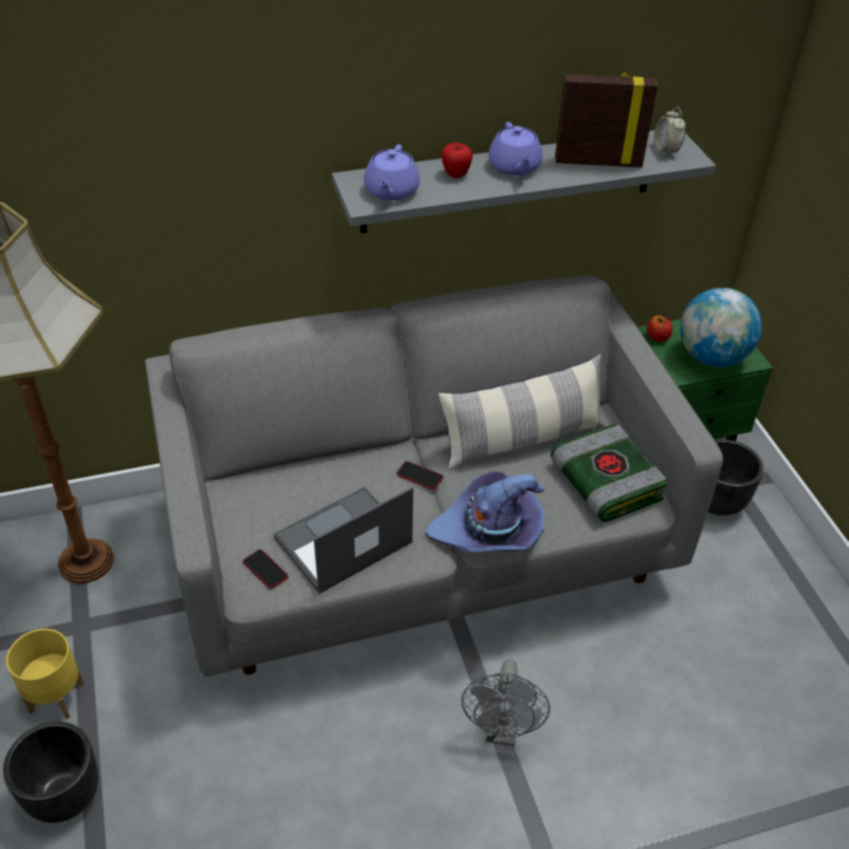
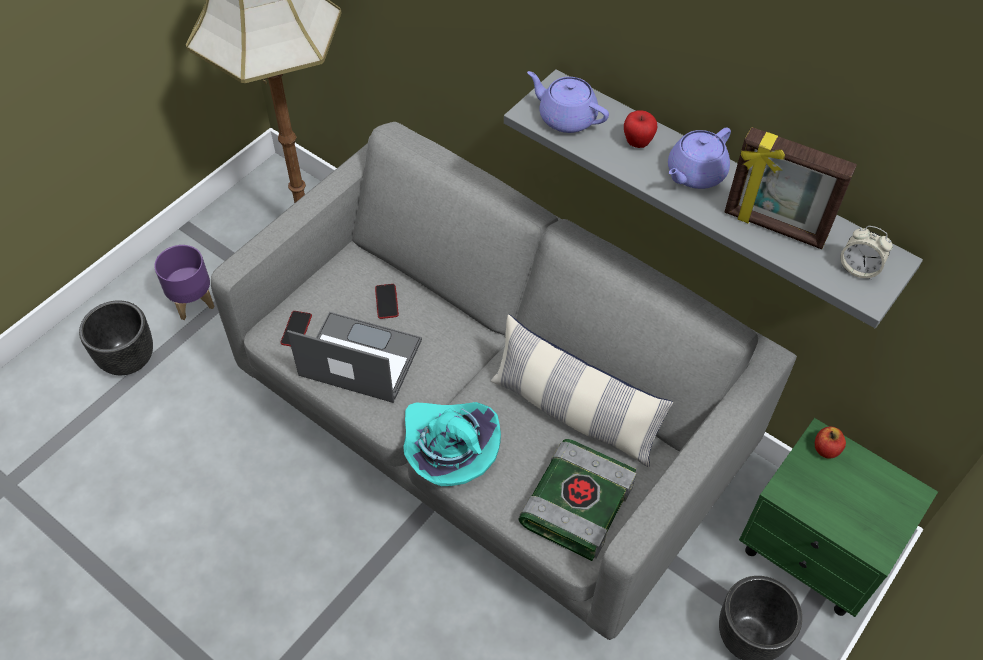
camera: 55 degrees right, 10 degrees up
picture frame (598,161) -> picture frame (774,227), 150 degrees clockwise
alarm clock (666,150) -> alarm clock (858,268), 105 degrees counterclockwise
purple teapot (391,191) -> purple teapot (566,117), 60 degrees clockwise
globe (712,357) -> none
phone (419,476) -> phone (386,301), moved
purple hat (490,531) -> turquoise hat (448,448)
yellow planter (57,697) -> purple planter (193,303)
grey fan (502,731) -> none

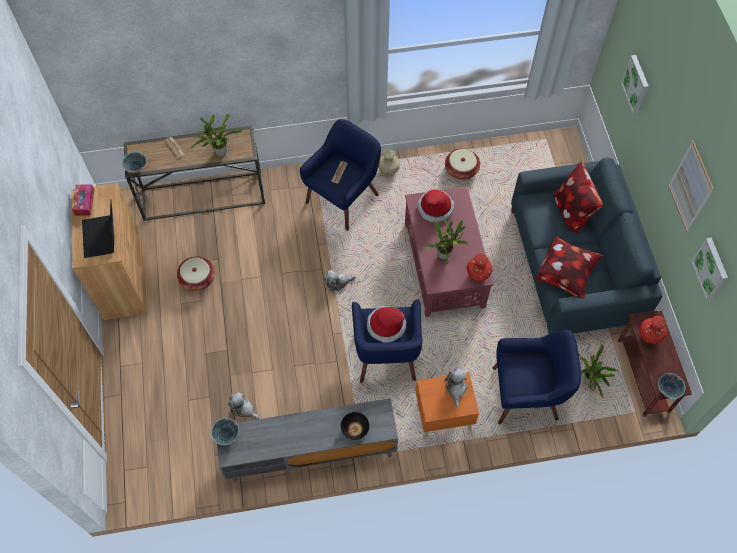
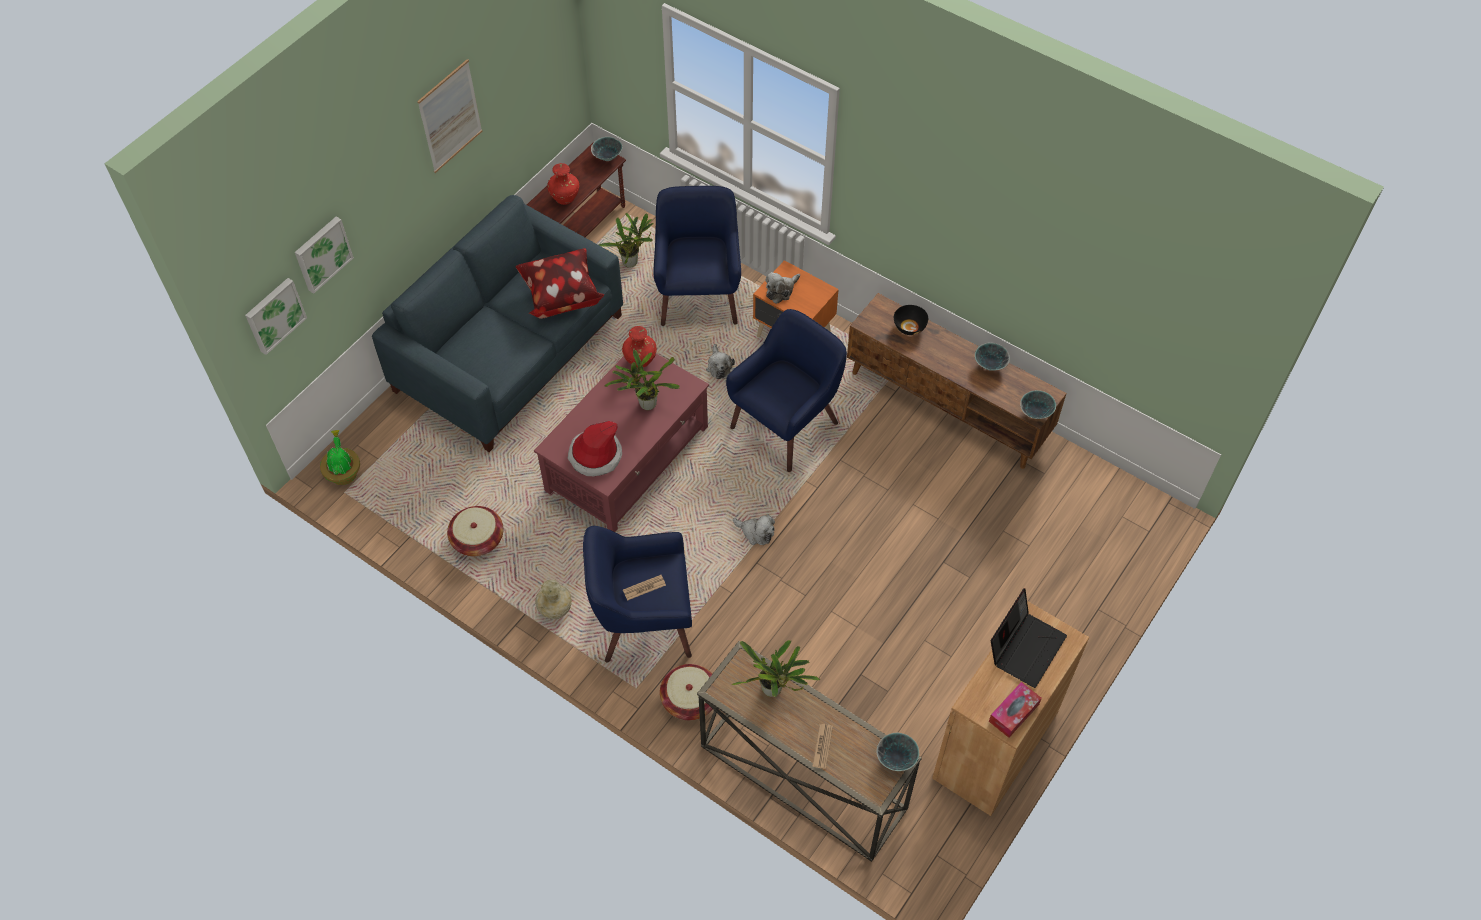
camera: 135 degrees left, 5 degrees down
pillow (572,211) -> none
picture (711,268) -> picture (274,315), moved
basket (197,279) -> basket (690,699), moved
hat (386,325) -> none
blue armchair (526,394) -> blue armchair (698,295), 45 degrees clockwise
plush toy (243,409) -> plush toy (719,366), moved
grey tv stand (309,452) -> brown tv stand (948,405)
none -> bowl (989,365)
none -> potted plant (343,473)

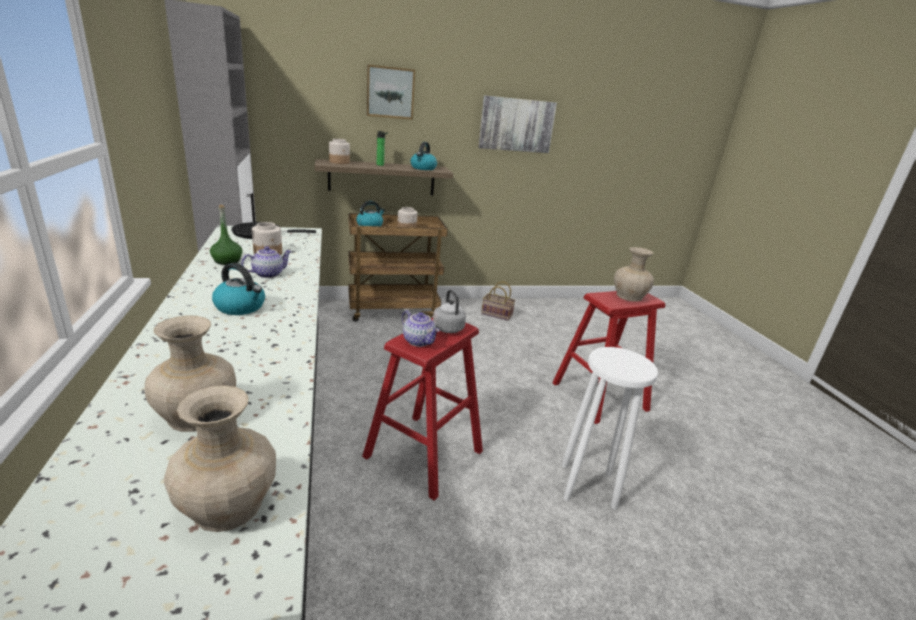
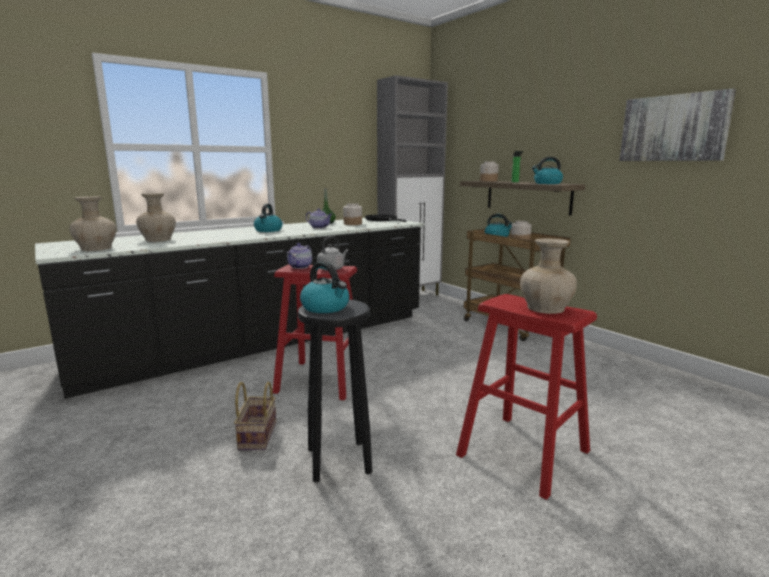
camera: 70 degrees right, 10 degrees down
picture (390,92) -> none
basket (496,314) -> basket (257,435), moved
white stool (589,486) -> black stool (339,461)
none -> kettle (326,307)

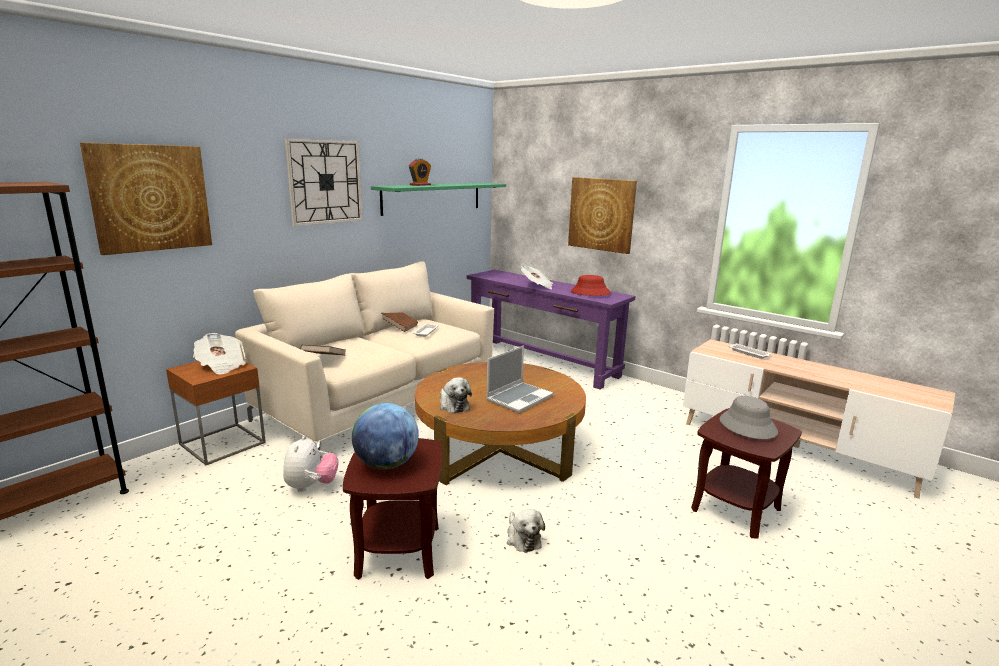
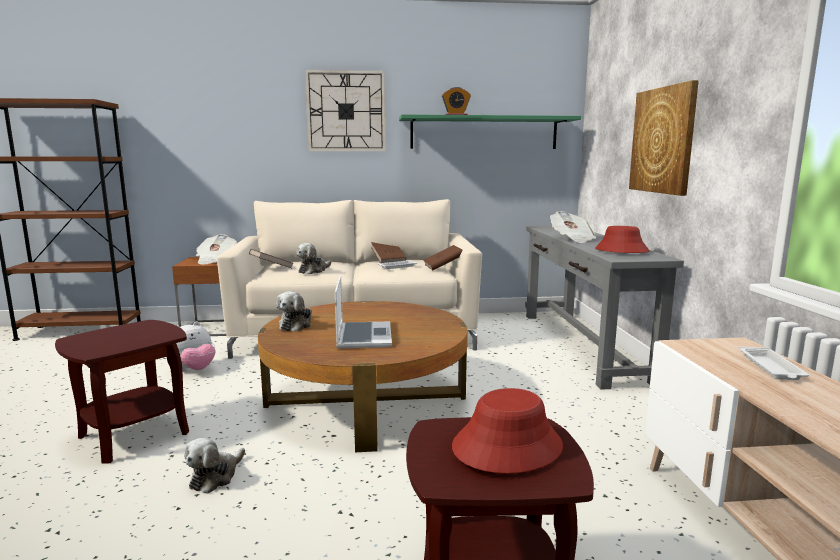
camera: 45 degrees right, 5 degrees down
picture (150,198) -> none
purple console table (541,362) -> grey console table (582,345)
laptop (519,398) -> laptop (363,336), 90 degrees counterclockwise
grey hat (747,426) -> red hat (507,446)
globe (386,464) -> none
none -> plush toy (313,270)
none -> brown book (443,267)

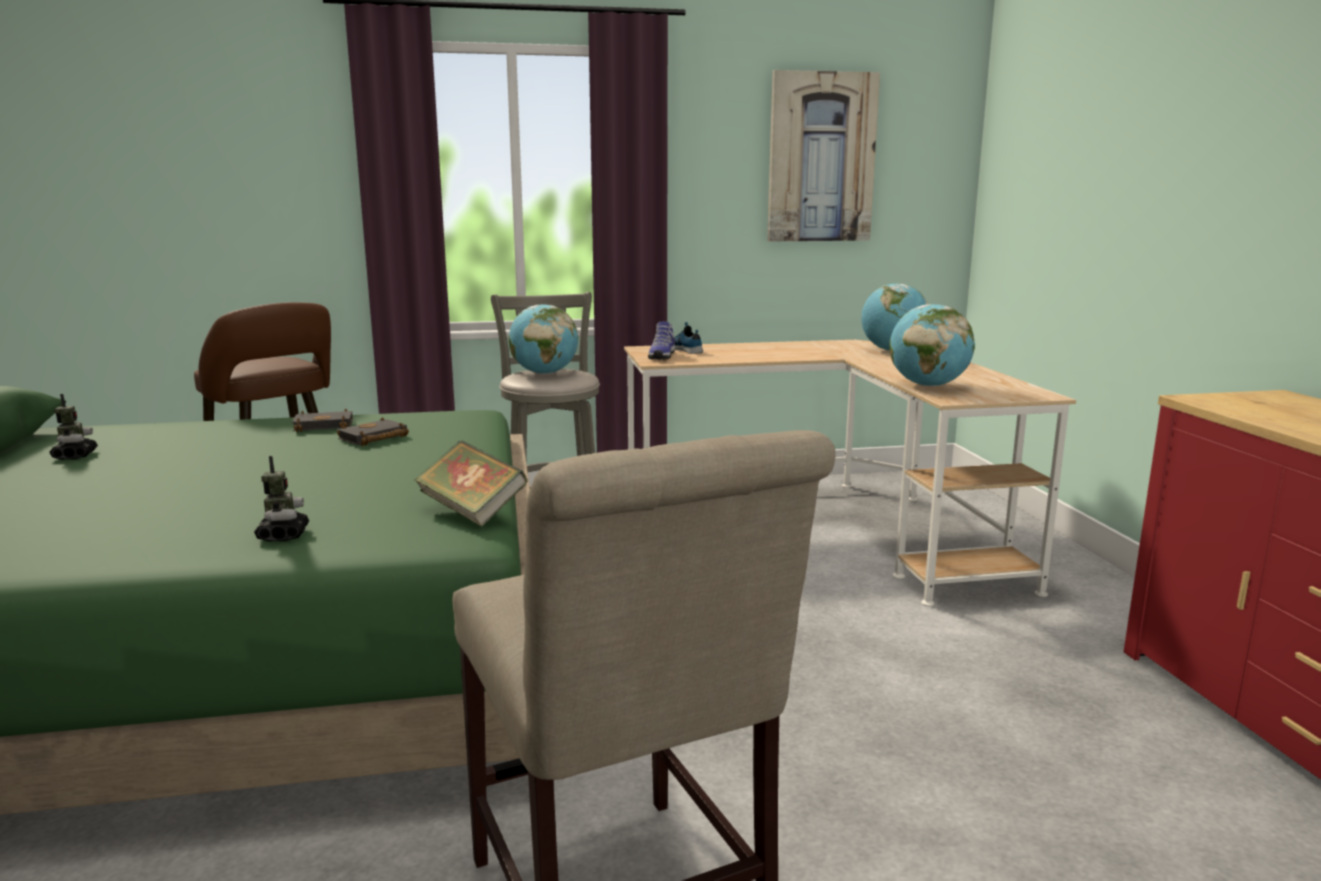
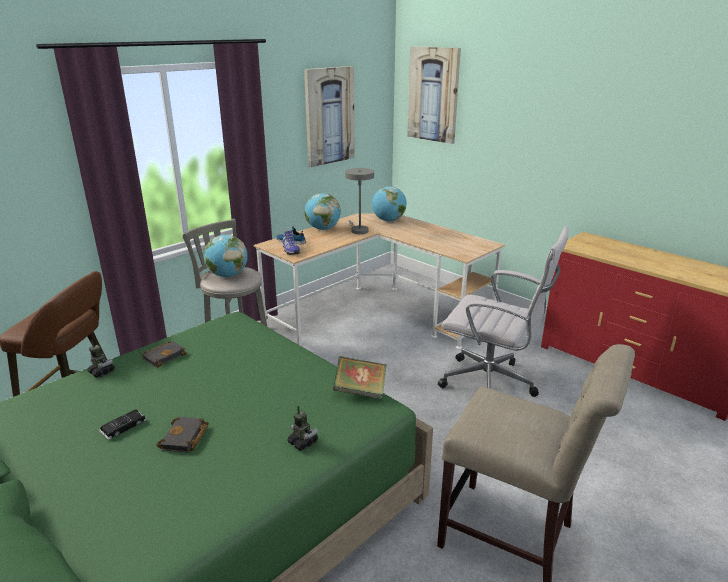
camera: 35 degrees left, 10 degrees up
globe (928,385) -> globe (323,229), moved
toy robot (75,455) -> toy robot (102,372), moved
black book (373,438) -> black book (185,438), moved
none -> picture (433,94)
none -> grey table lamp (358,230)
none -> white office chair (492,384)
none -> black toy car (124,427)

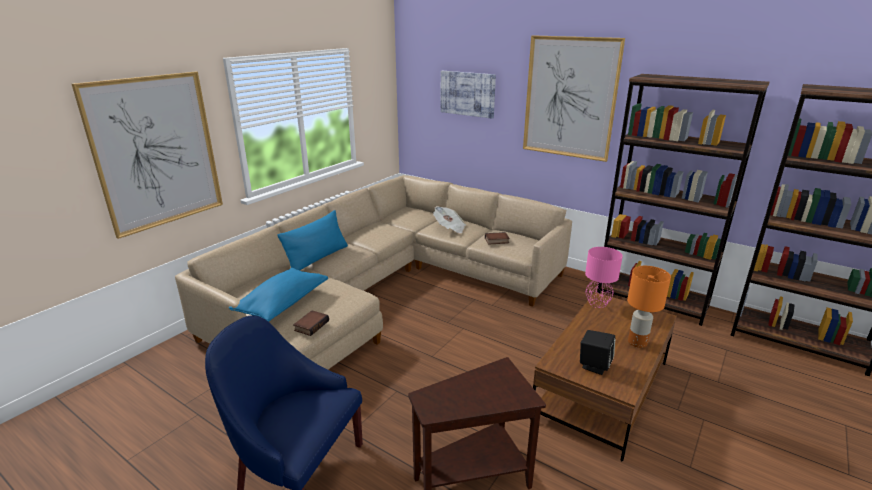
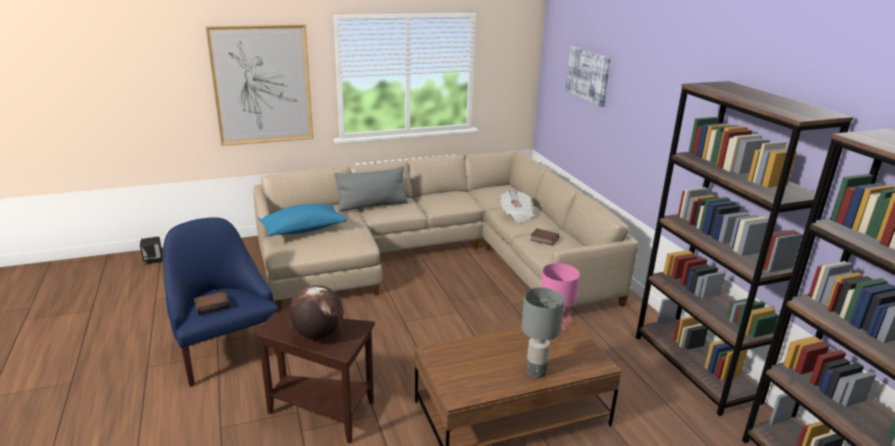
camera: 35 degrees right, 0 degrees up
picture (570,98) -> none
blue pillow (317,258) -> grey pillow (372,205)
orange table lamp (637,342) -> grey table lamp (535,371)
book (311,325) -> book (212,305), moved
black speaker (594,365) -> black speaker (153,260), moved
none -> globe (317,334)

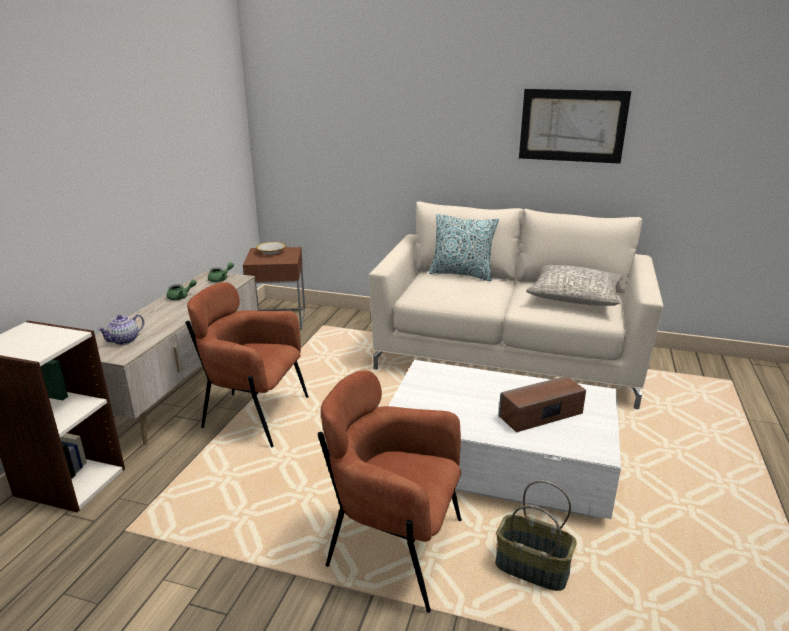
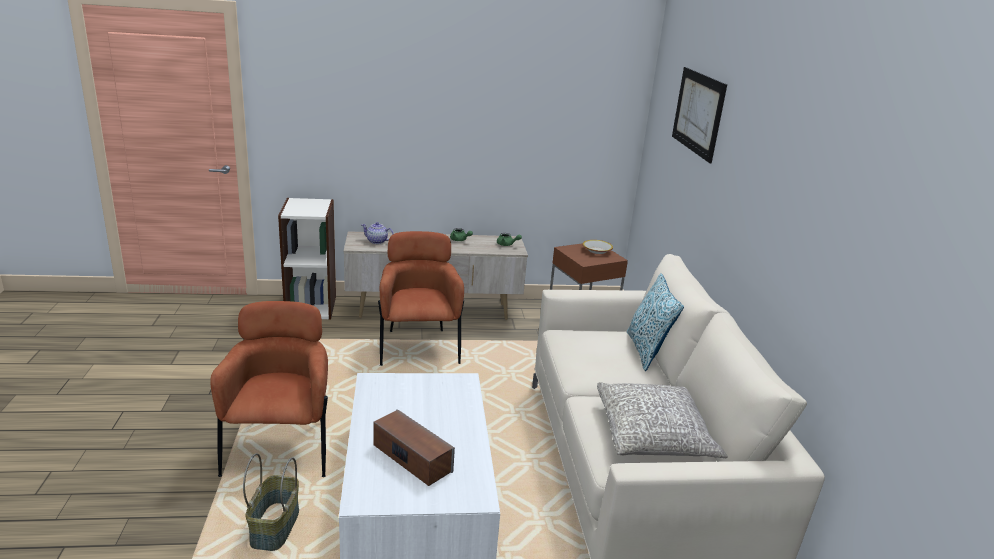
camera: 65 degrees right, 0 degrees up
picture (572,126) -> picture (698,112), moved

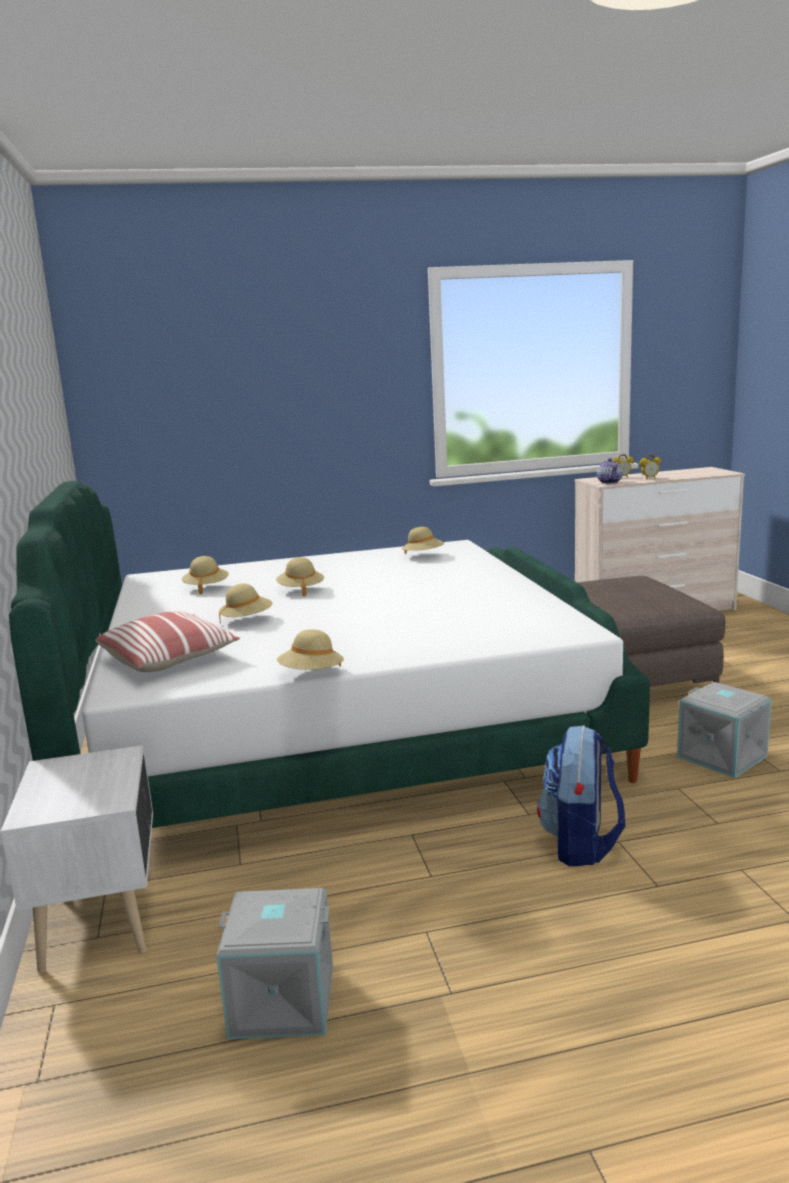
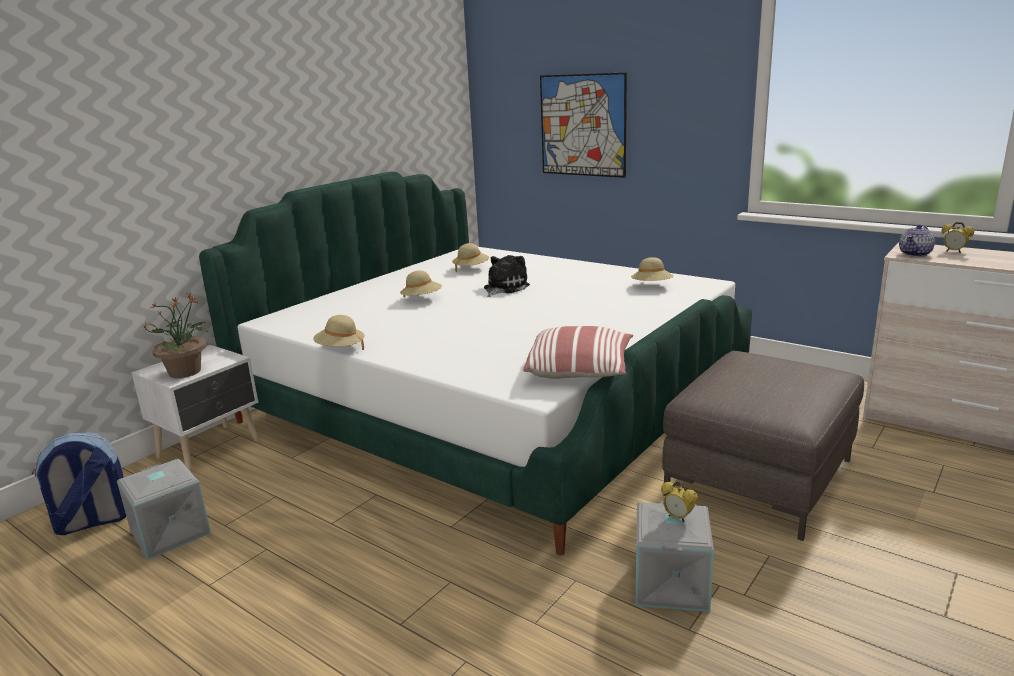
camera: 50 degrees right, 5 degrees up
alarm clock (649,478) -> alarm clock (678,518), moved
beige hat (301,590) -> plush toy (504,288)
pillow (169,659) -> pillow (580,370), moved
backpack (581,844) -> backpack (91,522), moved
none -> picture (582,125)
none -> potted plant (186,371)

